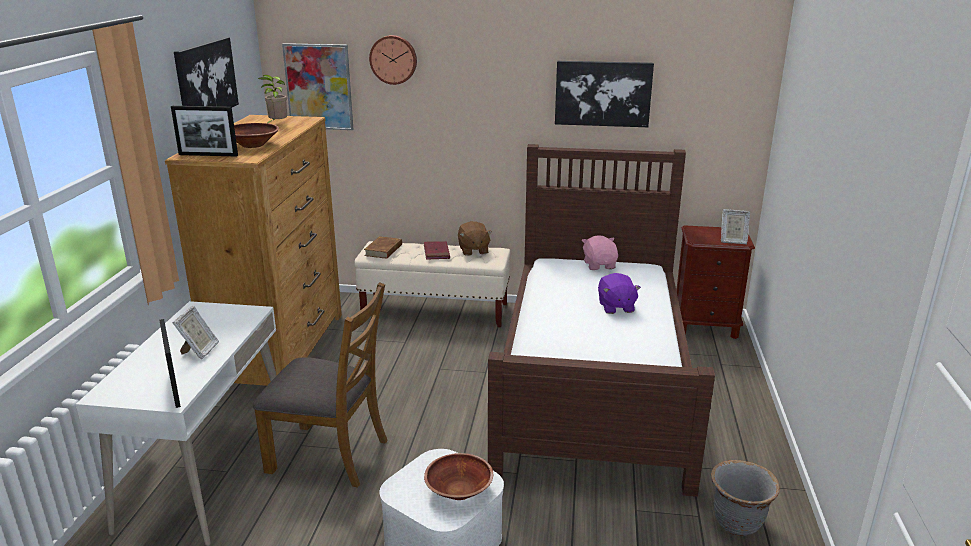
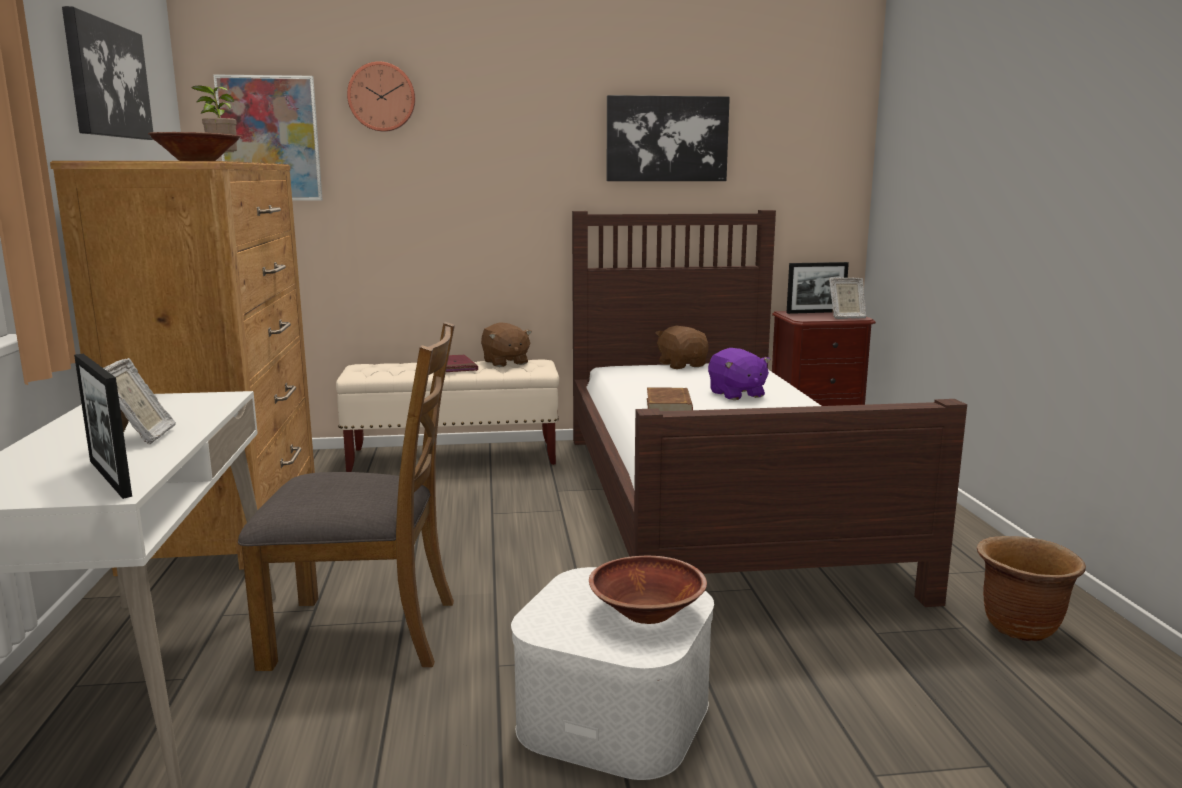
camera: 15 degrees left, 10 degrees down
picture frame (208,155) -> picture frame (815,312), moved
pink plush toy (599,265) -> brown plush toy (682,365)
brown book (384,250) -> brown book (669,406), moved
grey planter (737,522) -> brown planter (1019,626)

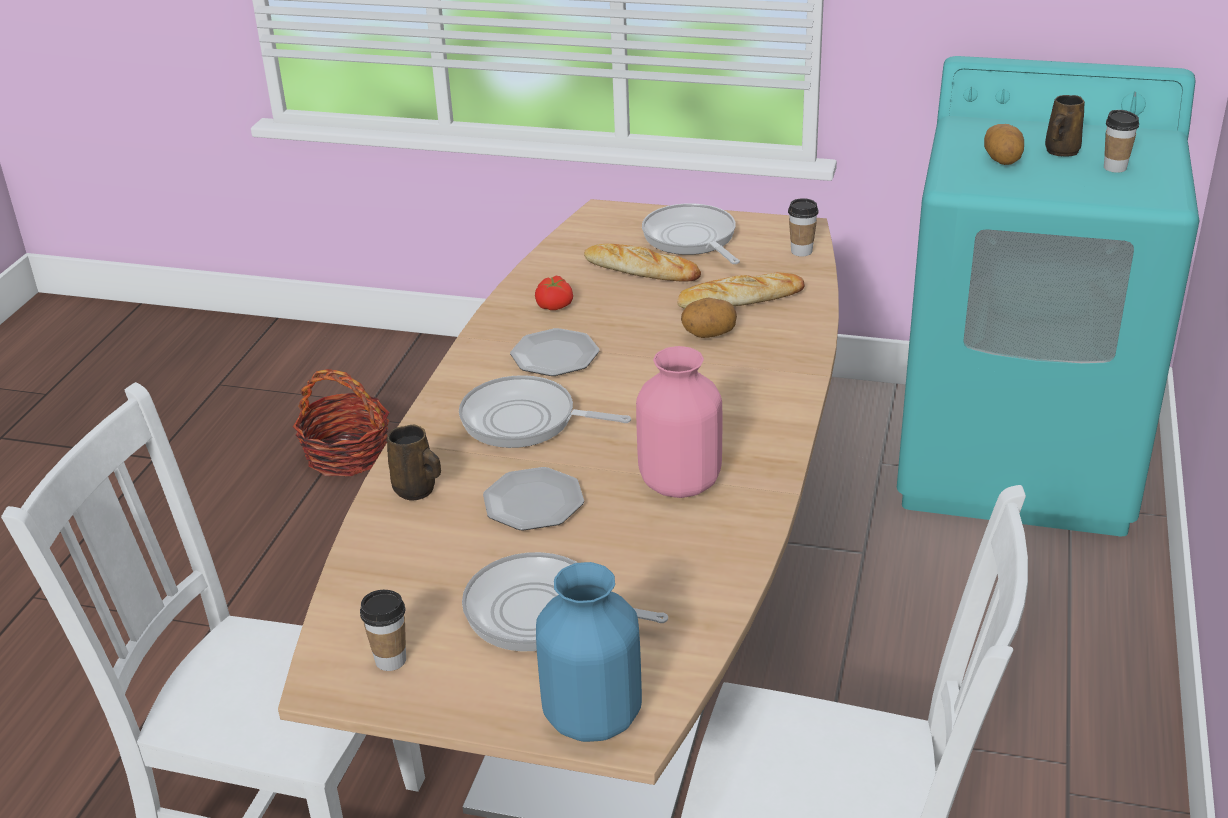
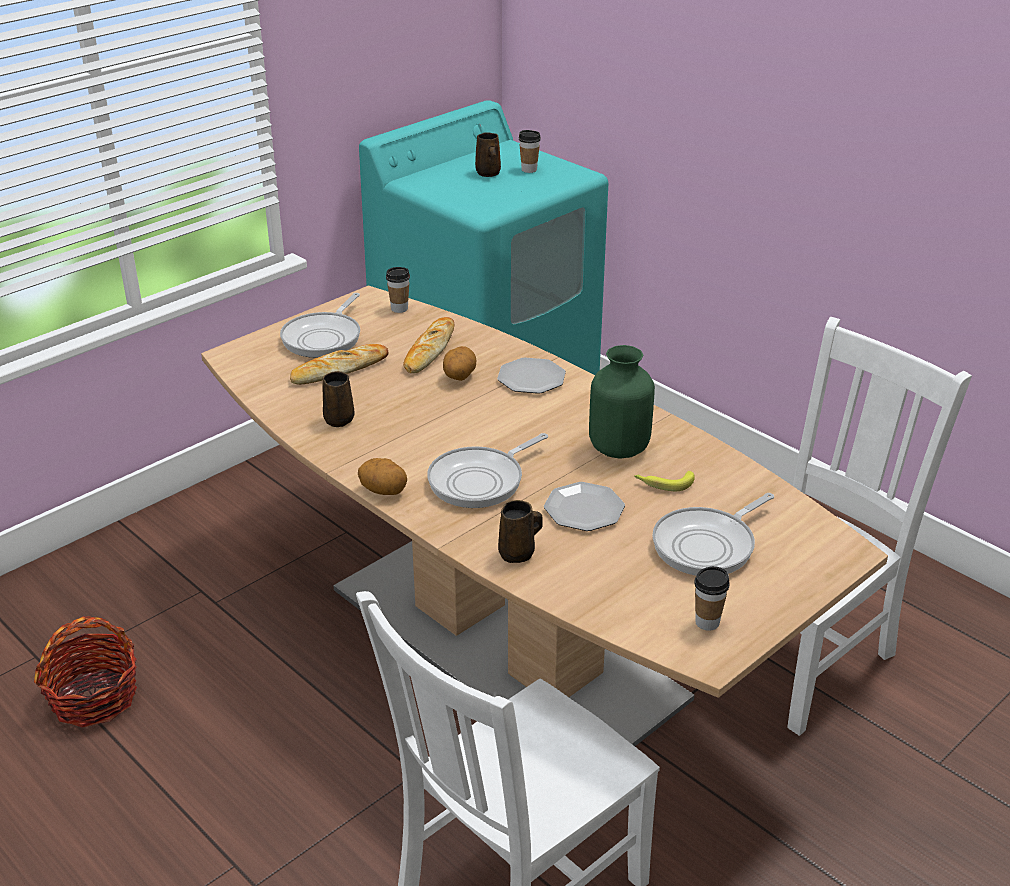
camera: 60 degrees left, 0 degrees up
potato (1002,161) -> potato (383,491), moved
frying pan (691,239) -> frying pan (324,337), 75 degrees counterclockwise
tomato (555,305) -> brown mug (340,418)
plate (554,355) -> plate (531,378), moved
pink vase (681,483) -> green vase (620,448)
blue vase (591,718) -> none
none -> banana (663,483)

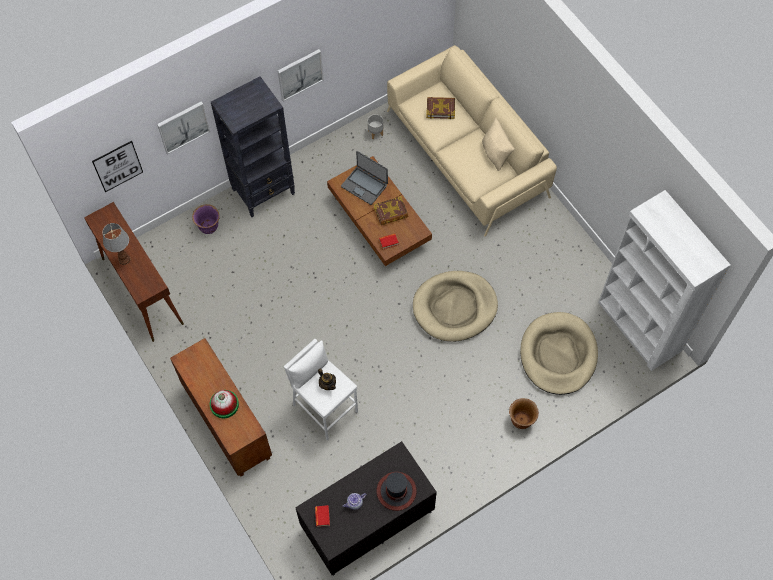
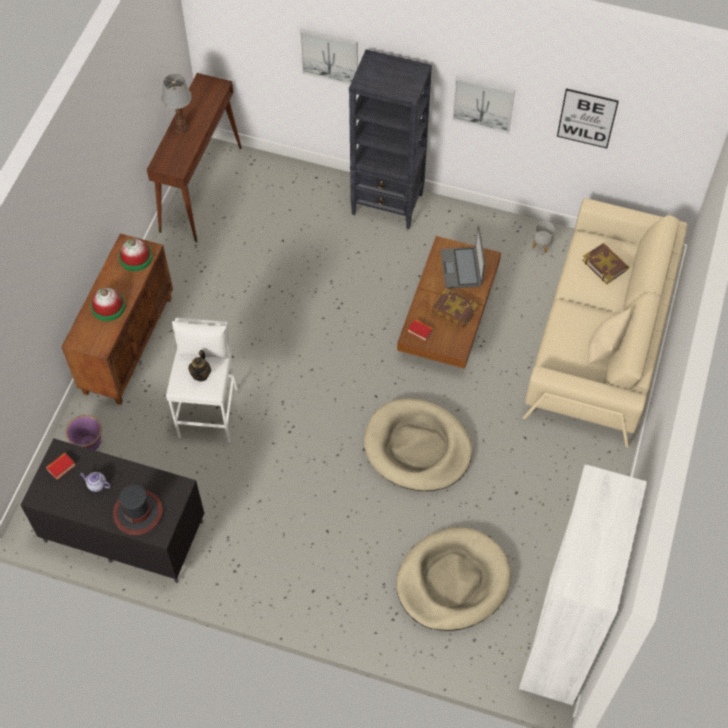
camera: 50 degrees right, 5 degrees down
picture (117,166) -> picture (587,118), moved
purple planter (208,227) -> purple planter (88,444), moved
brown planter (521,420) -> none
none -> hat (135,257)

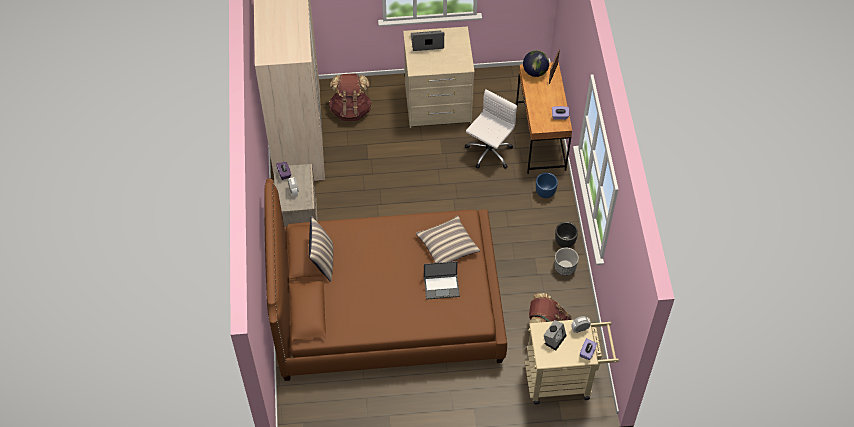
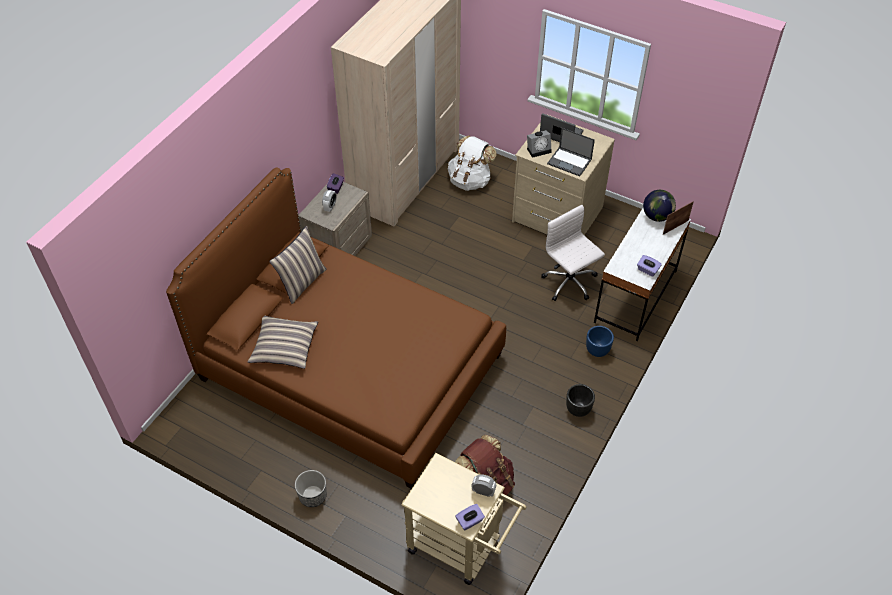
camera: 35 degrees right, 5 degrees down
brown desk (540,138) -> white desk (635,296)
brown backpack (351,110) -> white backpack (470,180)
white office chair (488,153) -> white office chair (570,283), 105 degrees counterclockwise
pillow (447,246) -> pillow (284,347), moved
planter (565,268) -> planter (313,496), moved
laptop (442,286) -> laptop (570,162), moved
alarm clock (554,338) -> alarm clock (539,149), moved

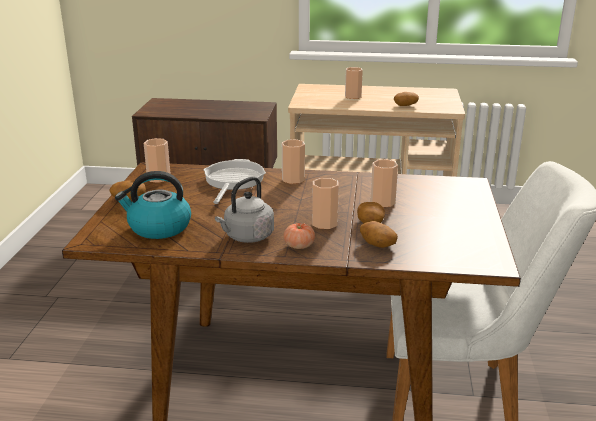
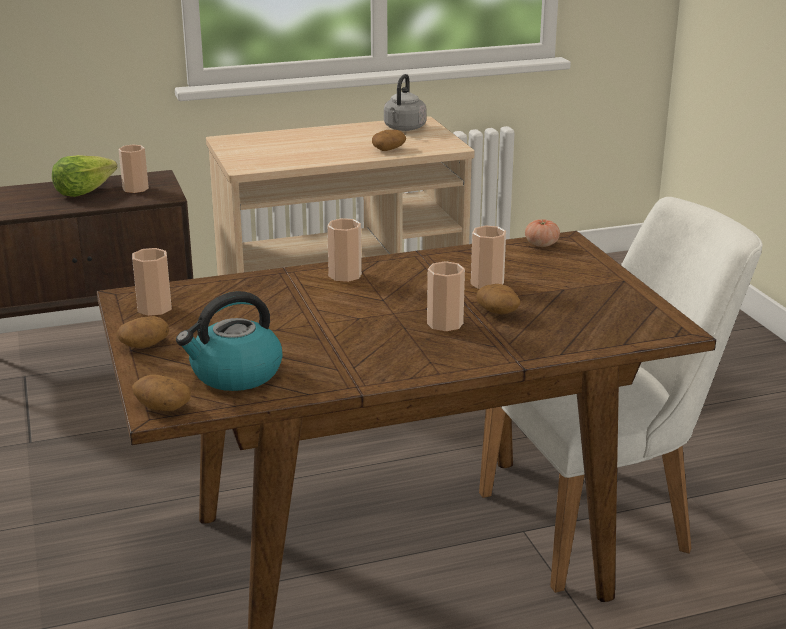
camera: 25 degrees left, 0 degrees up
cup (353,96) -> cup (135,189), moved
frying pan (233,181) -> none
grey kettle (247,237) -> grey kettle (404,128), moved
potato (377,244) -> potato (162,407), moved
tomato (299,245) -> tomato (541,244), moved
none -> lettuce (84,191)

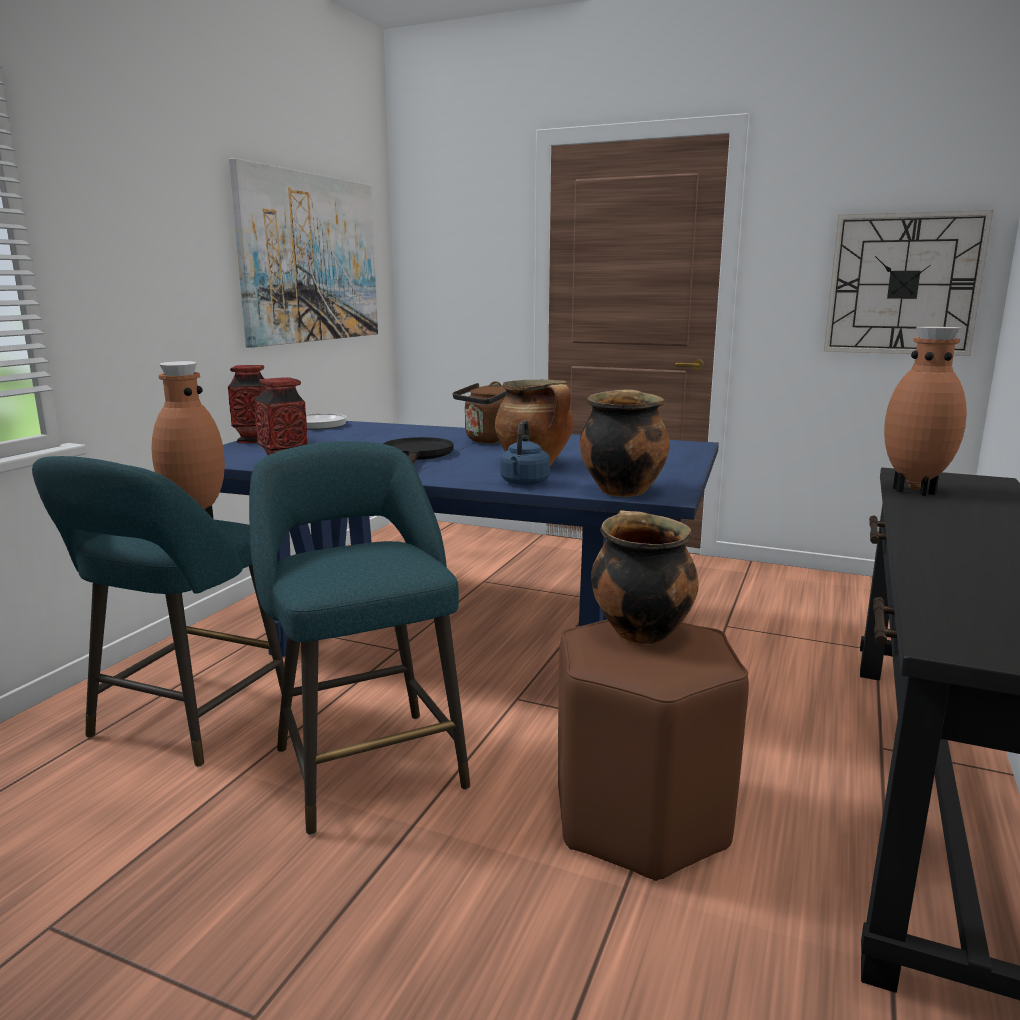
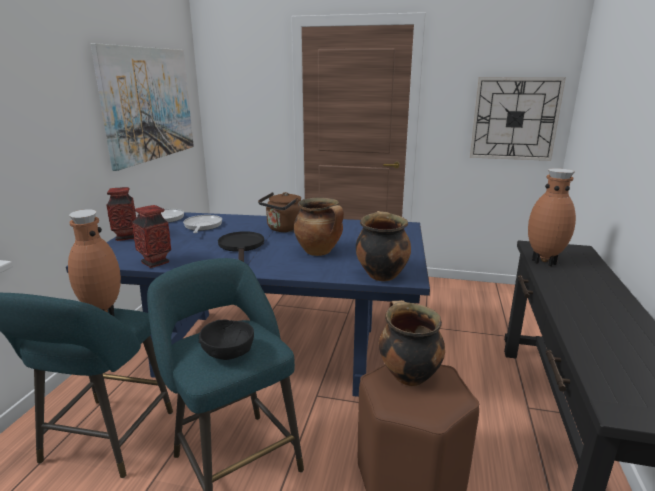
camera: 10 degrees left, 5 degrees up
blue kettle (524,483) -> none
none -> frying pan (202,226)
none -> black bowl (228,352)

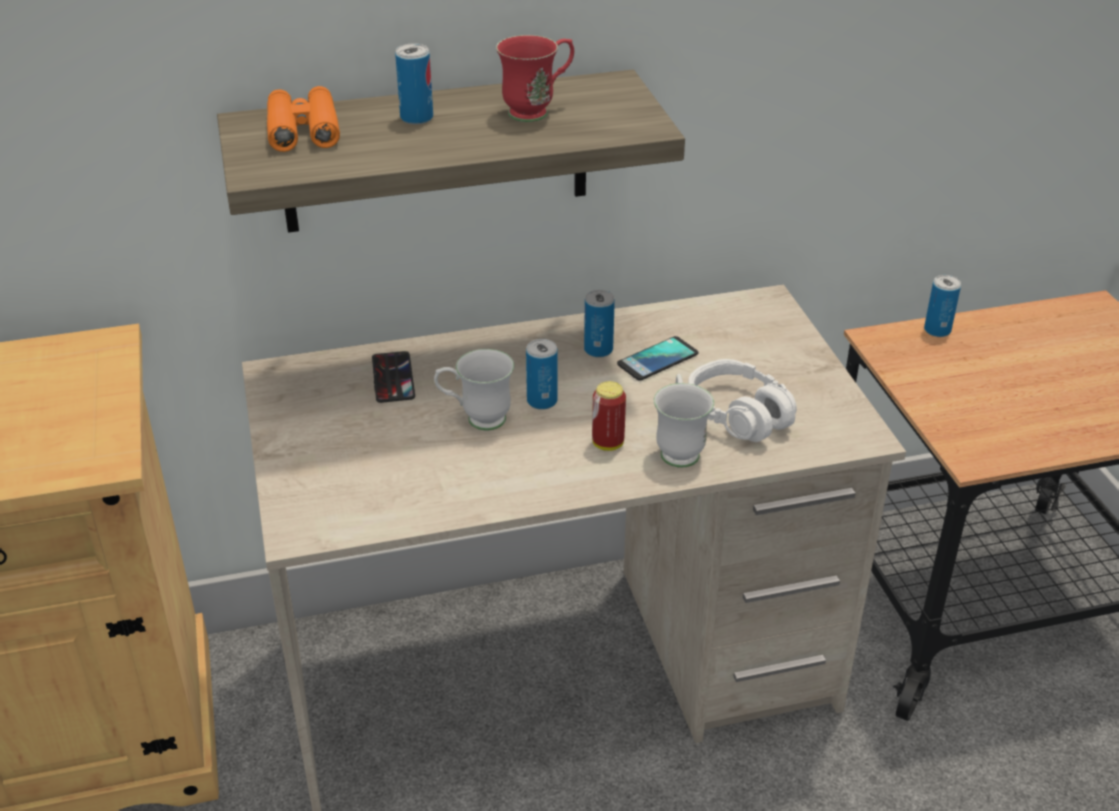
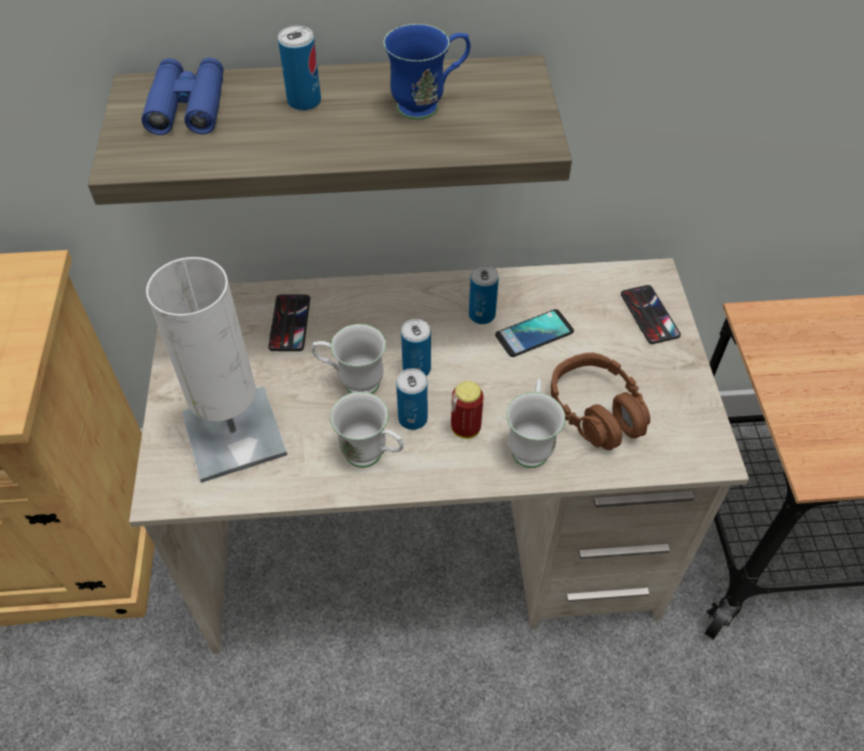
camera: 10 degrees right, 15 degrees up
red mug (538,111) -> blue mug (428,105)
orange binoculars (303,130) -> blue binoculars (188,106)
can (937,330) -> can (413,418), moved
white headphones (739,415) -> brown headphones (596,411)
none -> white table lamp (234,434)
none -> phone (649,315)
none -> white mug (372,457)

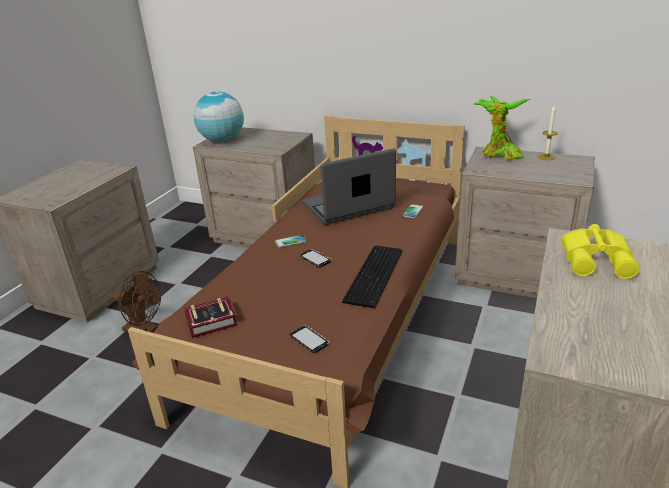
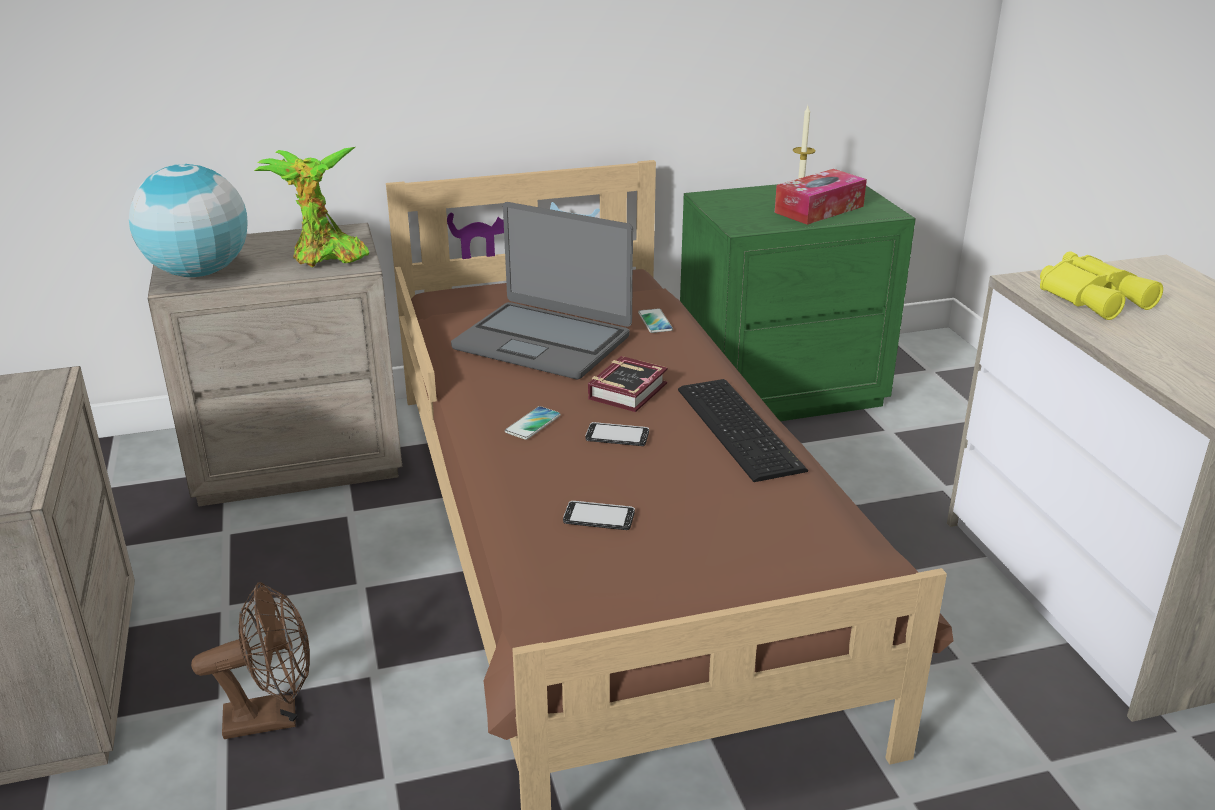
camera: 40 degrees left, 0 degrees up
potted plant (499,155) -> potted plant (325,257), moved
beige nightstand (515,274) -> green nightstand (779,390)
laptop (349,207) -> laptop (543,341), 90 degrees counterclockwise
book (214,321) -> book (631,390), moved
phone (309,340) -> phone (599,517), moved
none -> tissue box (819,209)

